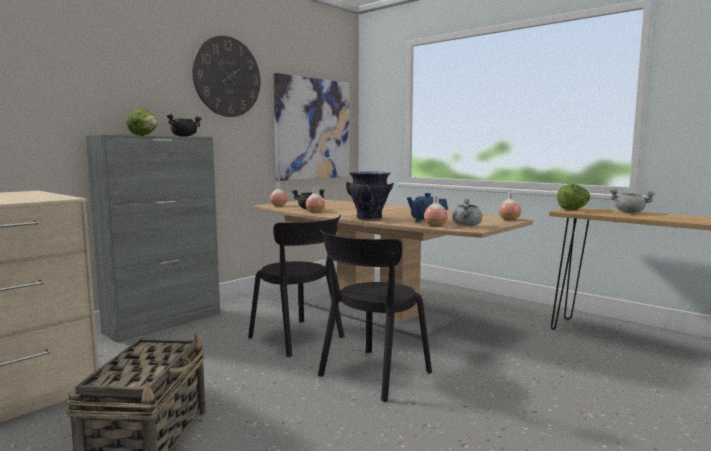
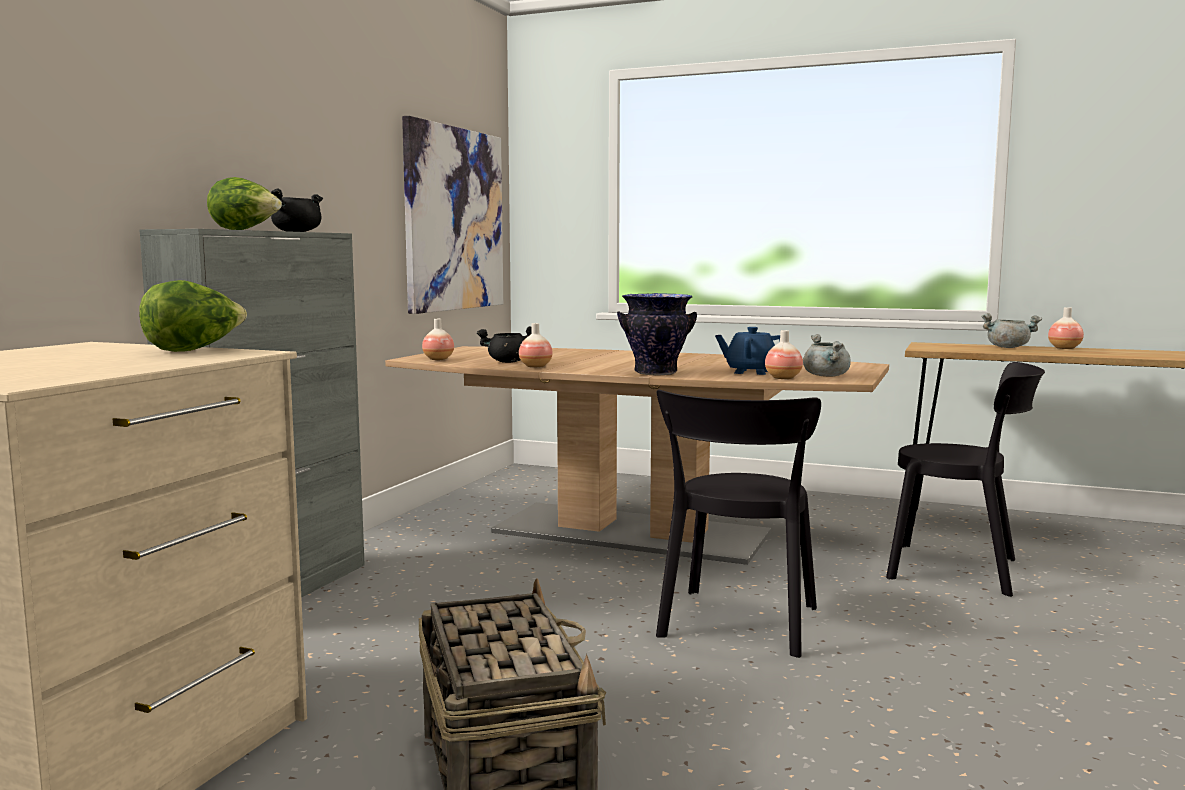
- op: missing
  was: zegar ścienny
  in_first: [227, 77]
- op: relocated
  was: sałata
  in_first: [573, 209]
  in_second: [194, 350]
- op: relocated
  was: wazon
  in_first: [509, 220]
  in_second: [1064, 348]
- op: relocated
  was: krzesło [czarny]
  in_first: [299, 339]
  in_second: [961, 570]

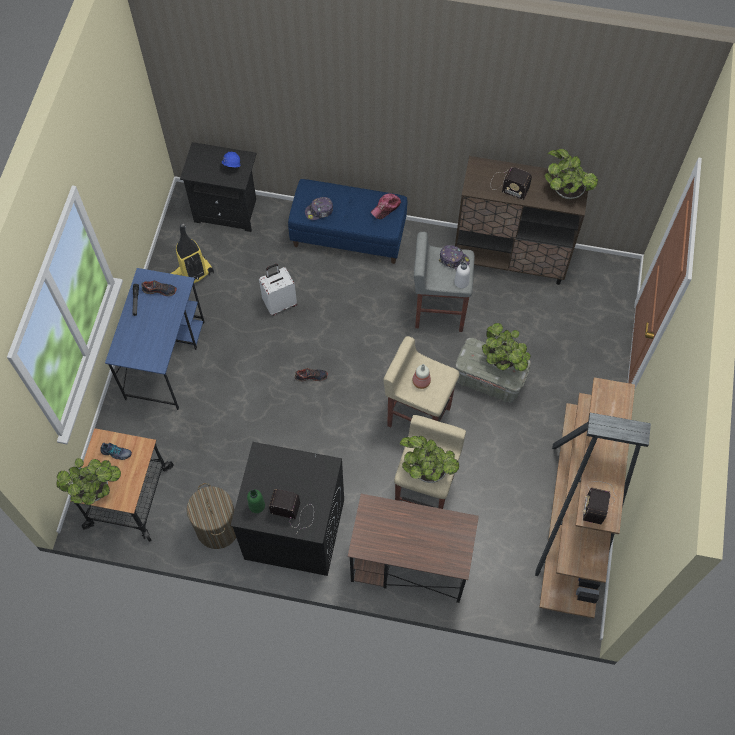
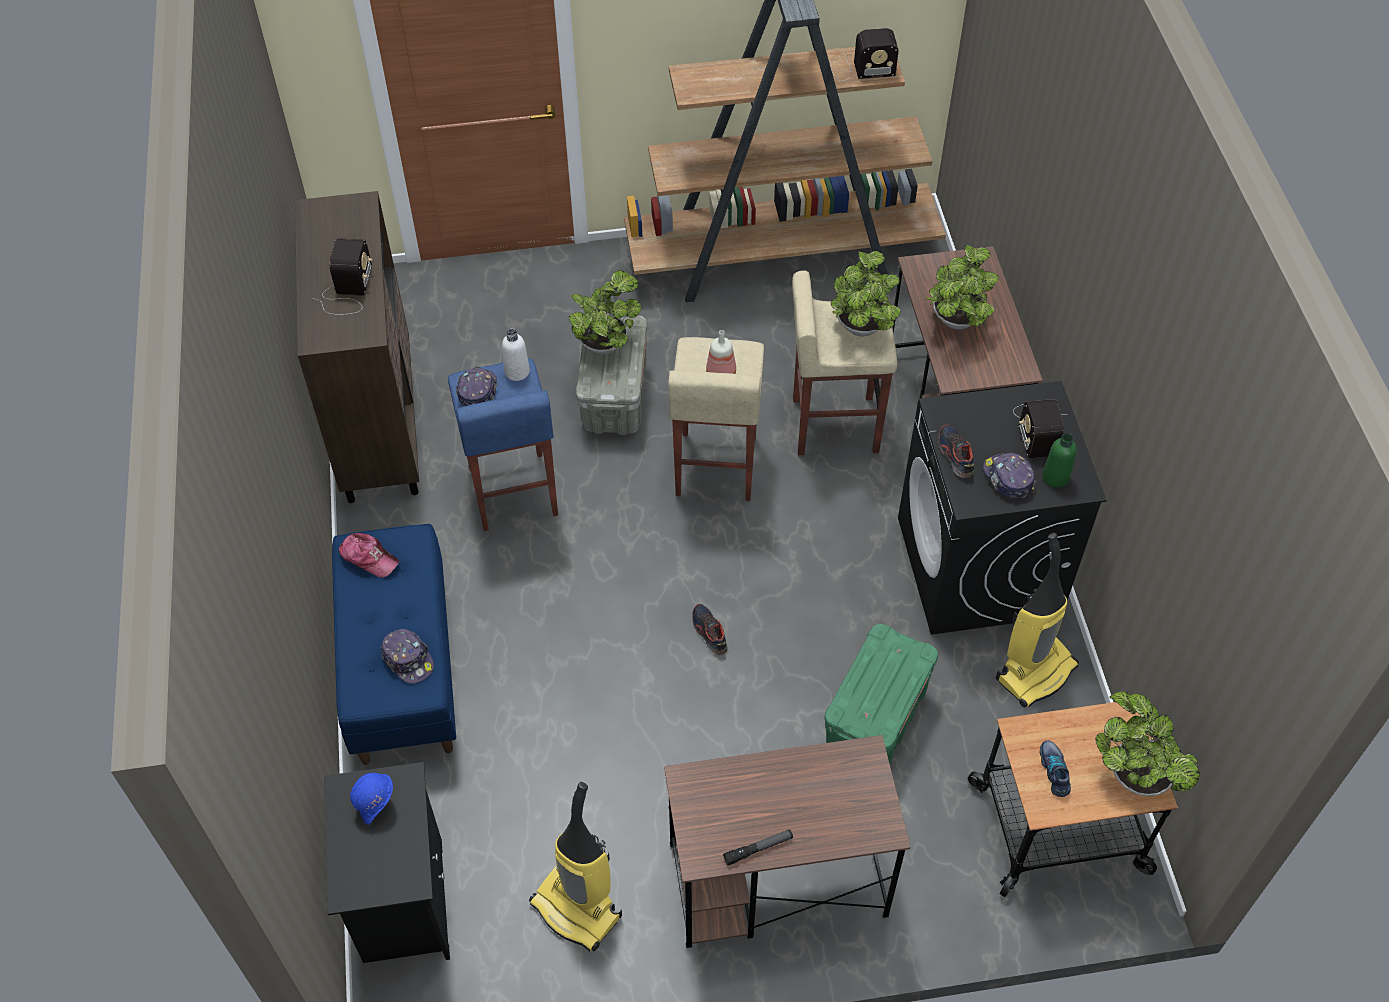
- op: relocated
  was: roślina doniczkowa
  in_first: [565, 190]
  in_second: [955, 323]
- op: colour
  was: stołek [szary]
  now: stołek [niebieski]
  in_first: [439, 310]
  in_second: [512, 492]
- op: missing
  was: walizka [biały]
  in_first: [280, 303]
- op: colour
  was: biurko [niebieski]
  now: biurko [brązowy]
  in_first: [165, 359]
  in_second: [775, 881]
- op: relocated
  was: but
  in_first: [160, 290]
  in_second: [955, 455]
- op: exchanged
  was: kosz na pranie
  now: odkurzacz
  in_first: [217, 528]
  in_second: [1035, 671]
- op: appeared
  now: czapka z daszkiem
  in_second: [1007, 478]
- op: appeared
  now: pojemnik do przechowywania [zielony]
  in_second: [875, 720]

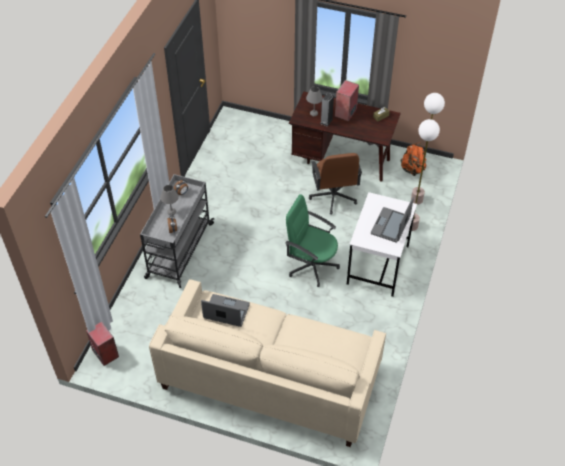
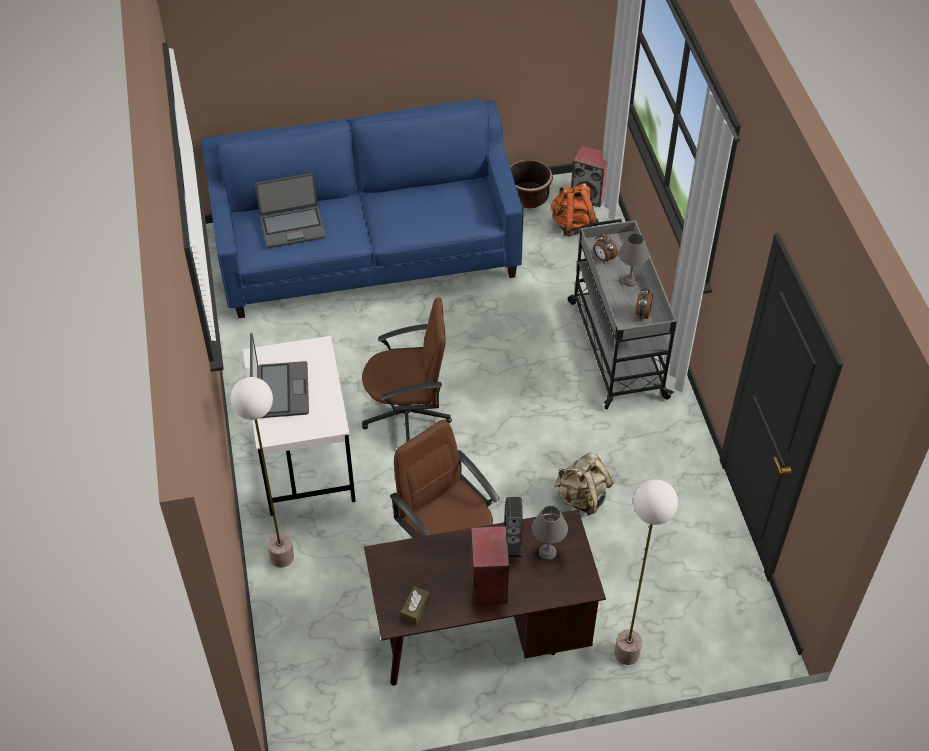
- op: relocated
  was: lampa stojąca
  in_first: [417, 200]
  in_second: [626, 653]
- op: relocated
  was: plecak [pomarańczowy]
  in_first: [412, 169]
  in_second: [572, 225]
- op: colour
  was: krzesło biurowe [zielony]
  now: krzesło biurowe [brązowy]
  in_first: [311, 265]
  in_second: [408, 414]
- op: colour
  was: kanapa [beżowy]
  now: kanapa [niebieski]
  in_first: [271, 378]
  in_second: [367, 253]
- op: relocated
  was: laptop
  in_first: [226, 312]
  in_second: [292, 227]
- op: appeared
  now: donica [brązowy]
  in_second: [528, 197]
- op: appeared
  now: plecak [beżowy]
  in_second: [582, 497]

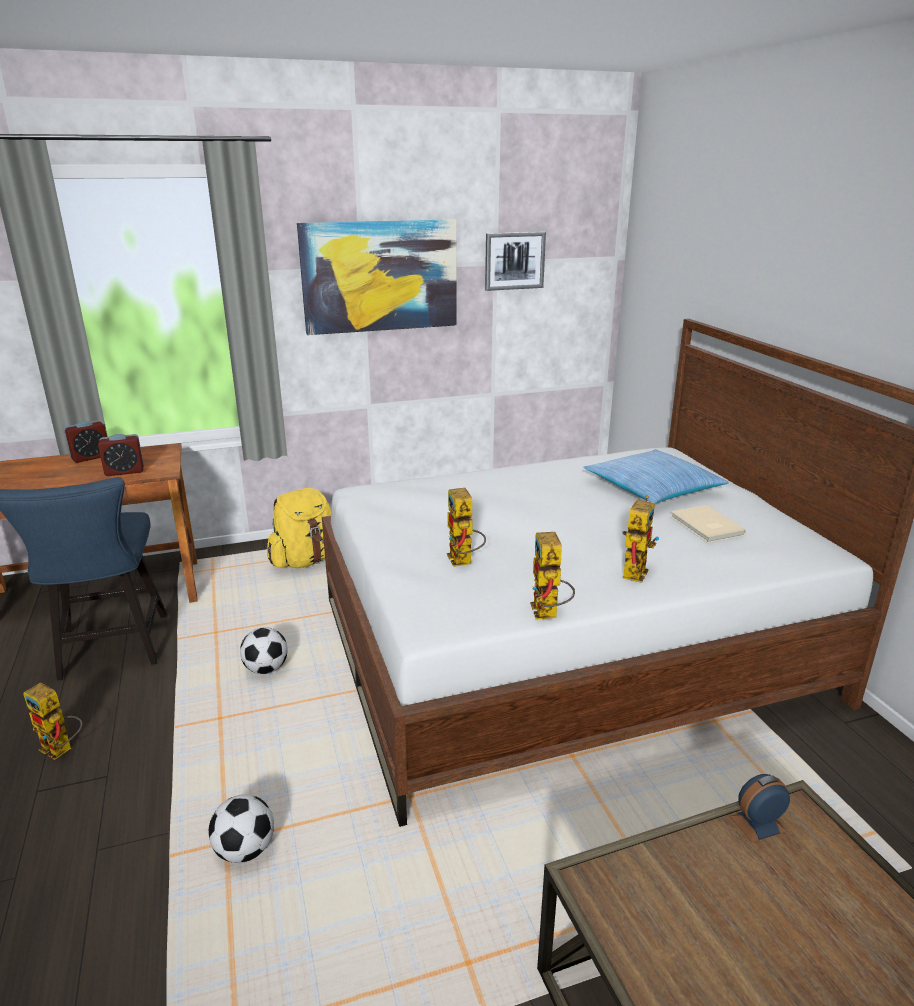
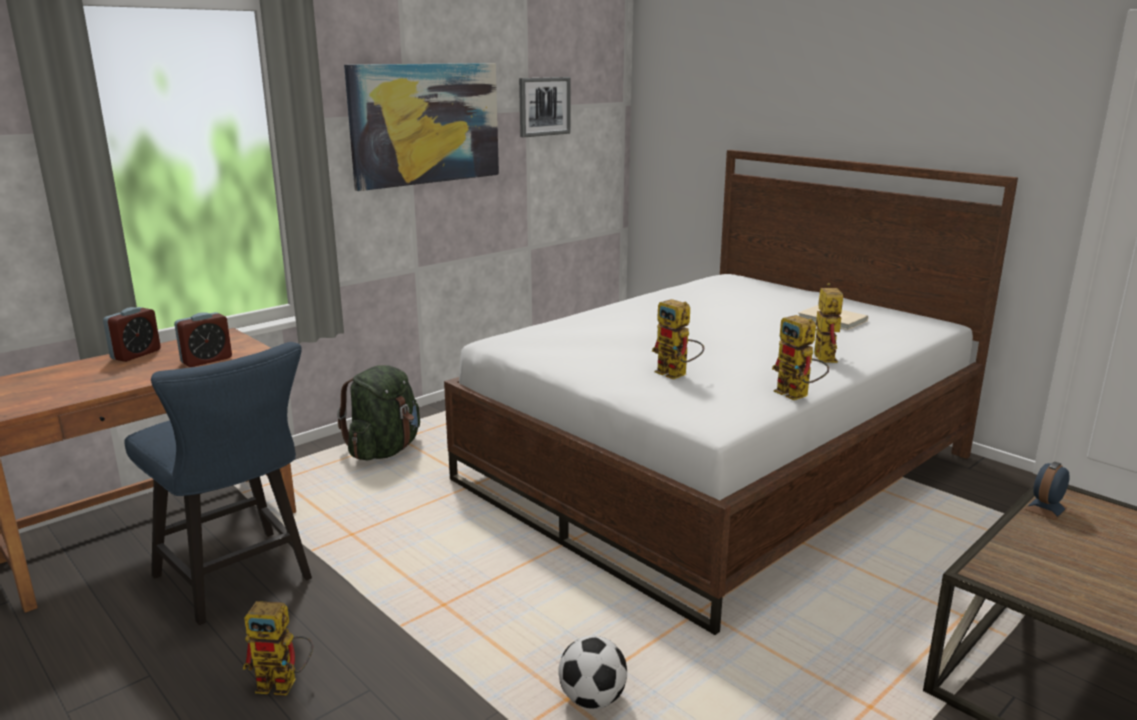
- op: missing
  was: poduszka
  in_first: [652, 488]
- op: colour
  was: plecak [żółty]
  now: plecak [zielony]
  in_first: [306, 560]
  in_second: [384, 450]
- op: missing
  was: piłka futbolowa
  in_first: [266, 669]

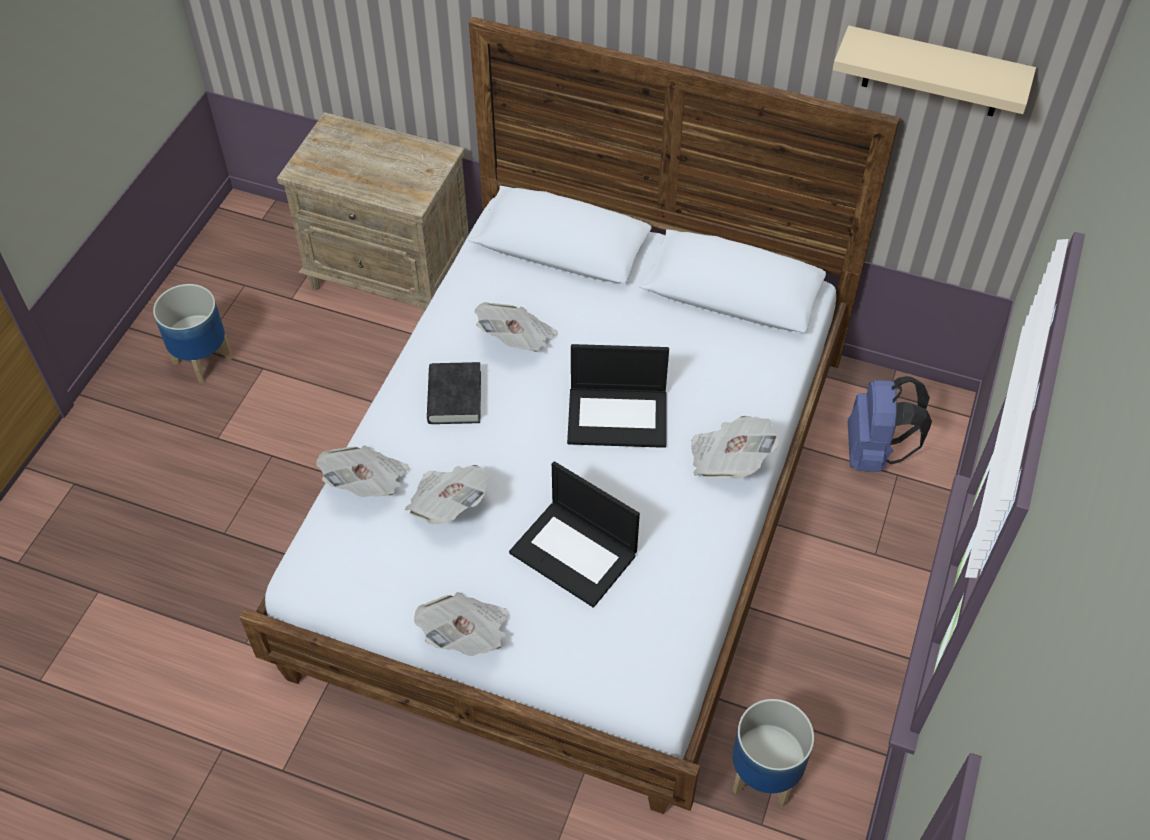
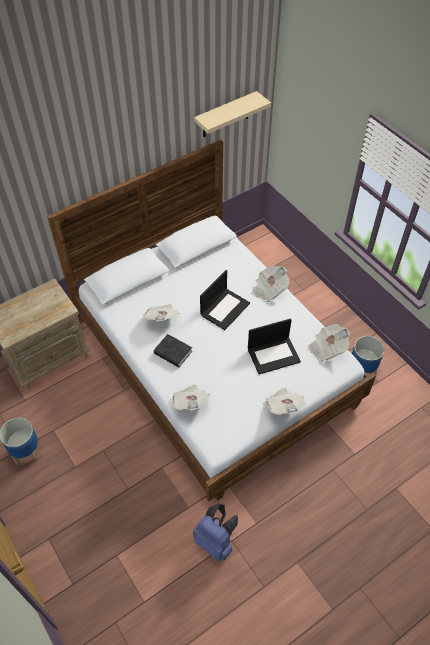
- op: relocated
  was: plecak [niebieski]
  in_first: [874, 452]
  in_second: [216, 541]
- op: relocated
  was: gazeta
  in_first: [448, 504]
  in_second: [327, 348]

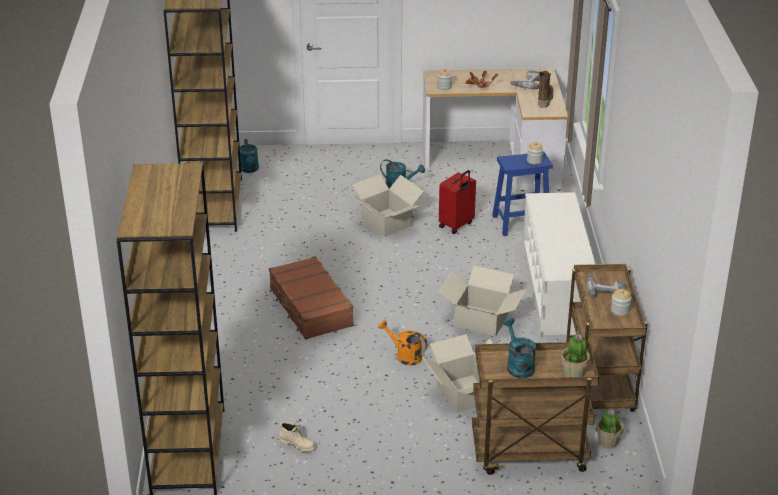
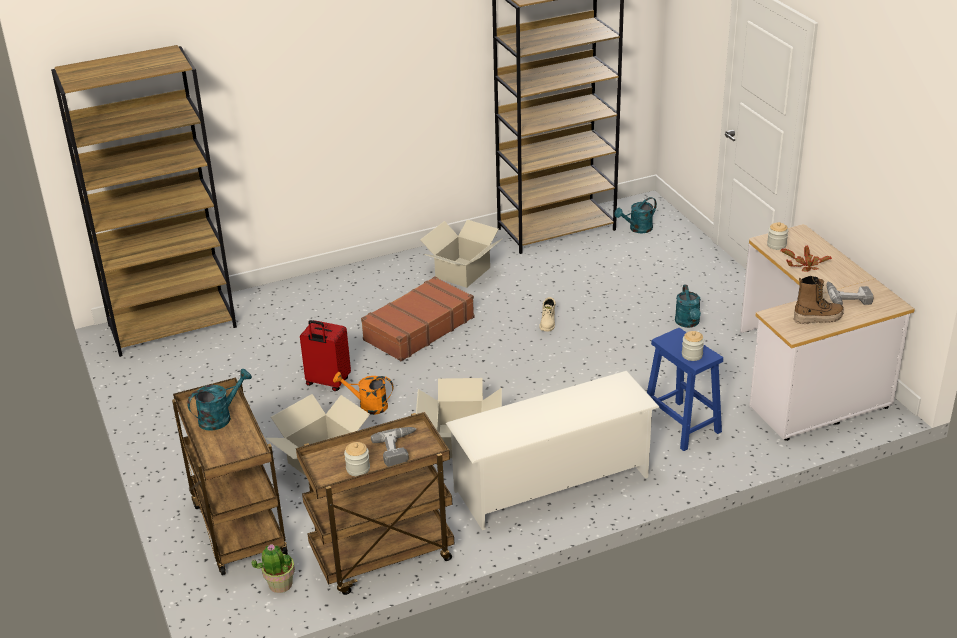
- op: relocated
  was: walizka [czerwony]
  in_first: [456, 225]
  in_second: [327, 382]
- op: relocated
  was: karton
  in_first: [386, 223]
  in_second: [462, 272]
- op: spun
  was: konewka [pomarańczowy]
  in_first: [404, 356]
  in_second: [368, 406]
  clockwise: -90
- op: missing
  was: roślina doniczkowa
  in_first: [574, 373]
- op: relocated
  was: but z cholewką [beżowy]
  in_first: [297, 444]
  in_second: [548, 323]

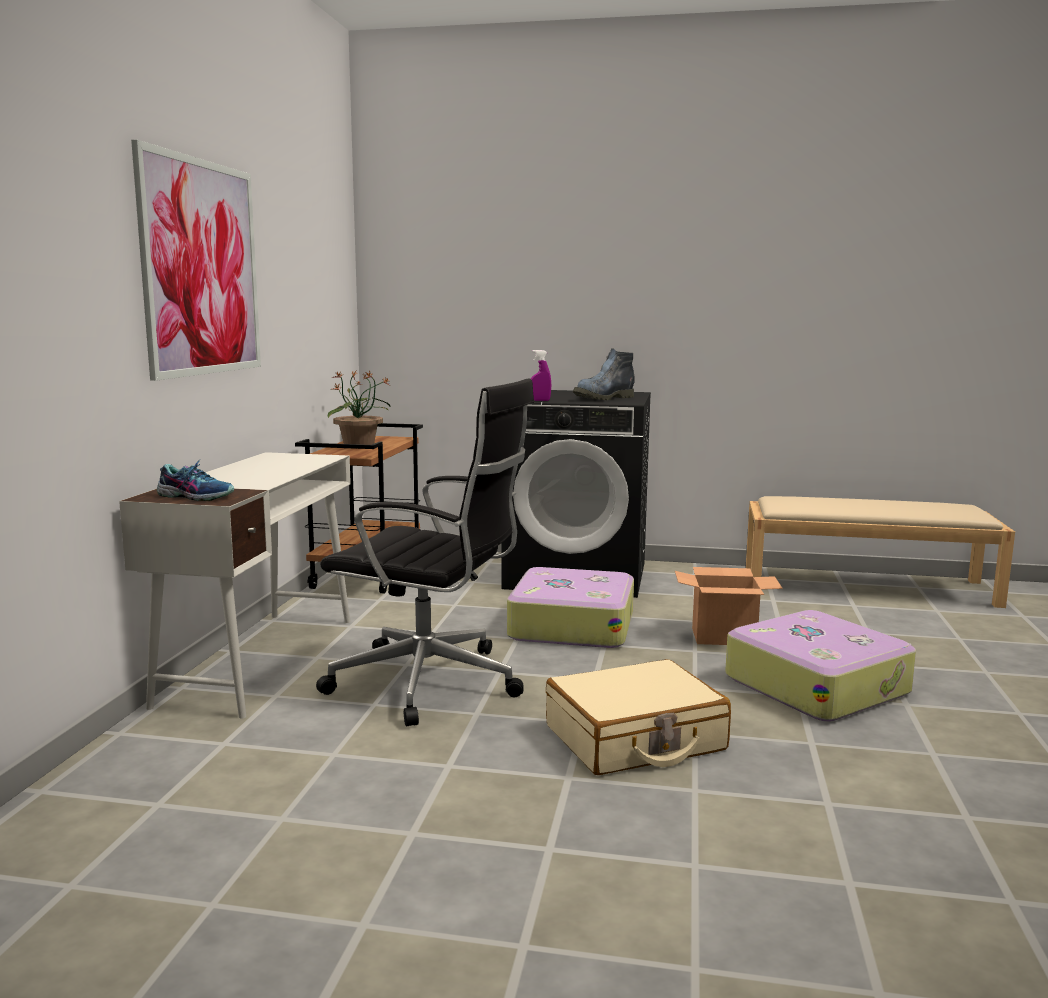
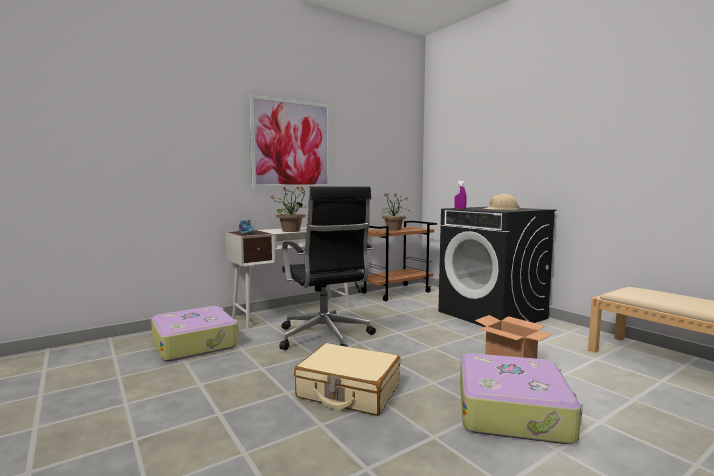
- op: exchanged
  was: but z cholewką
  now: kask [beżowy]
  in_first: [603, 398]
  in_second: [501, 209]
- op: relocated
  was: walizka
  in_first: [571, 625]
  in_second: [195, 343]
- op: appeared
  now: roślina doniczkowa
  in_second: [291, 231]

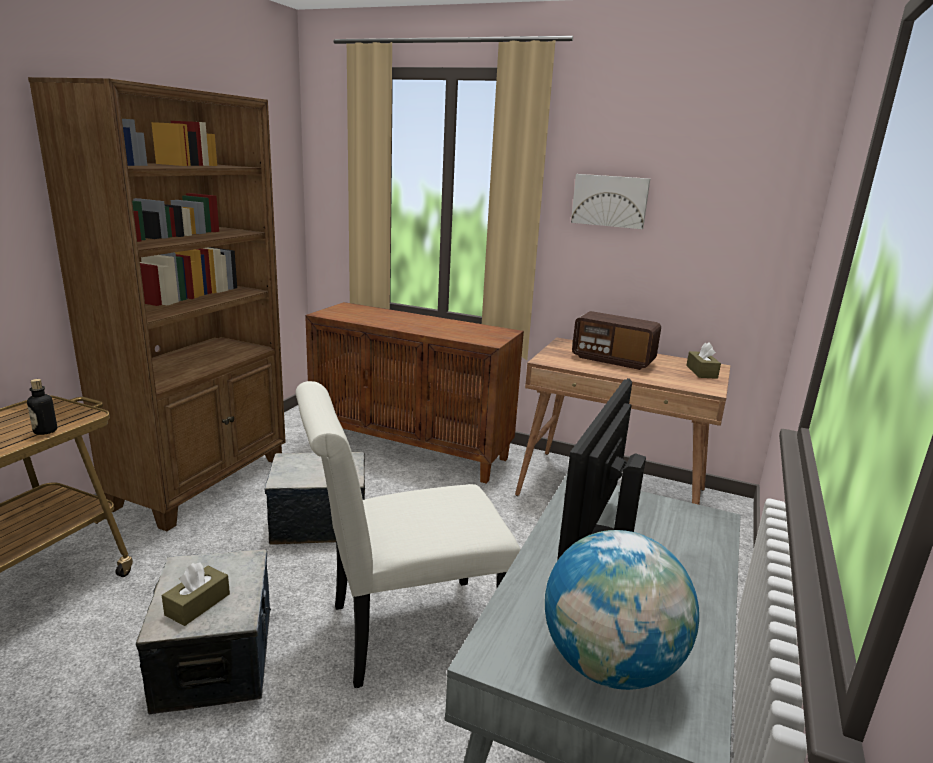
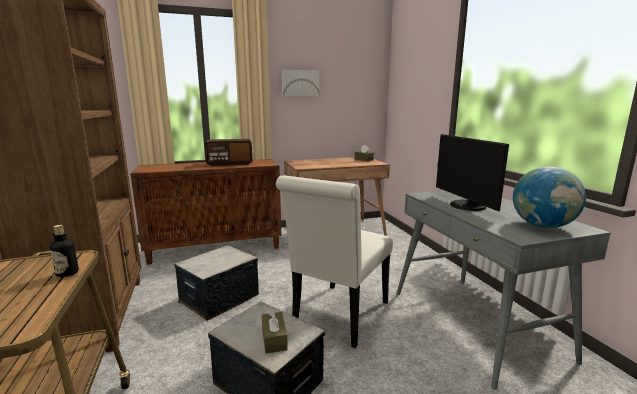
- op: relocated
  was: radio
  in_first: [613, 360]
  in_second: [230, 164]

